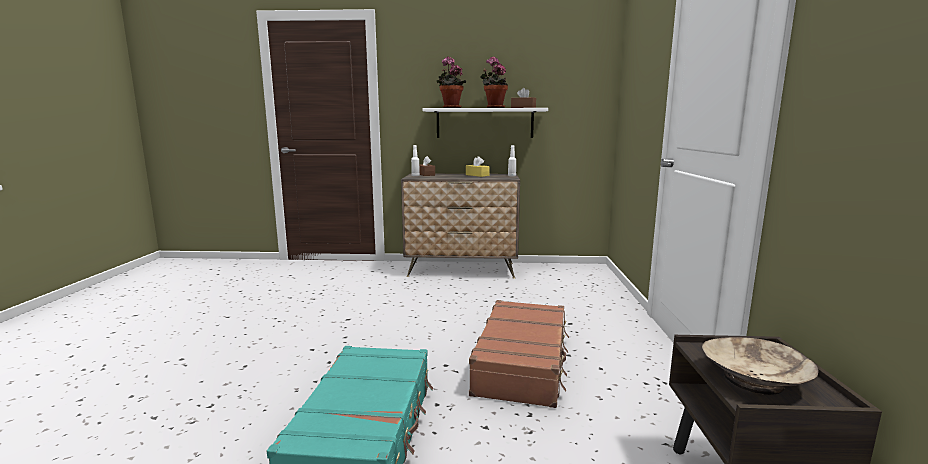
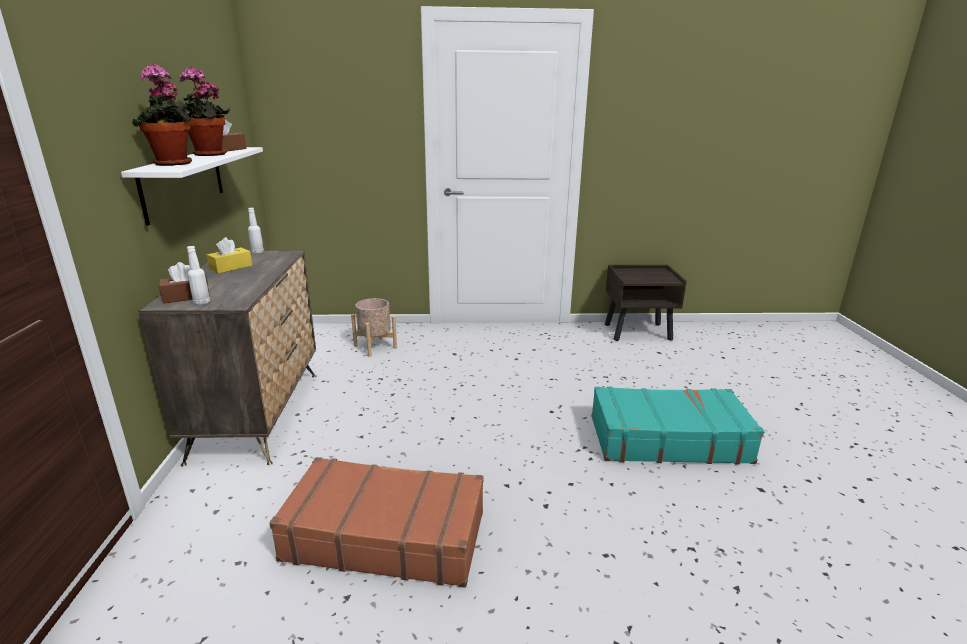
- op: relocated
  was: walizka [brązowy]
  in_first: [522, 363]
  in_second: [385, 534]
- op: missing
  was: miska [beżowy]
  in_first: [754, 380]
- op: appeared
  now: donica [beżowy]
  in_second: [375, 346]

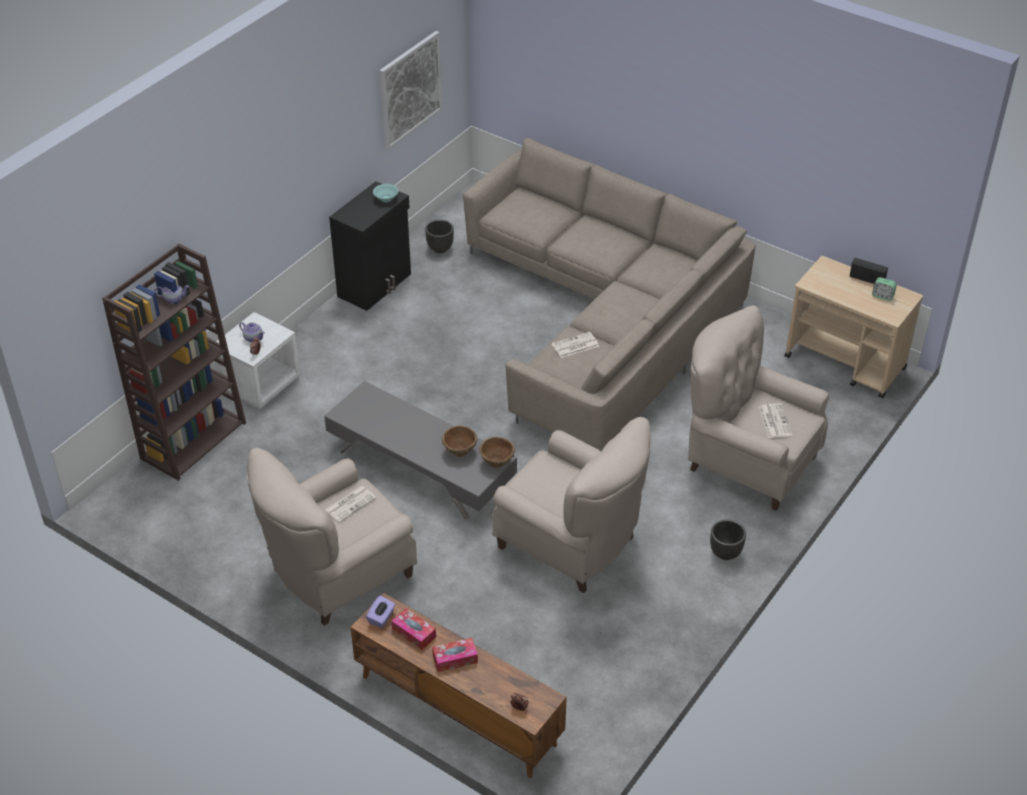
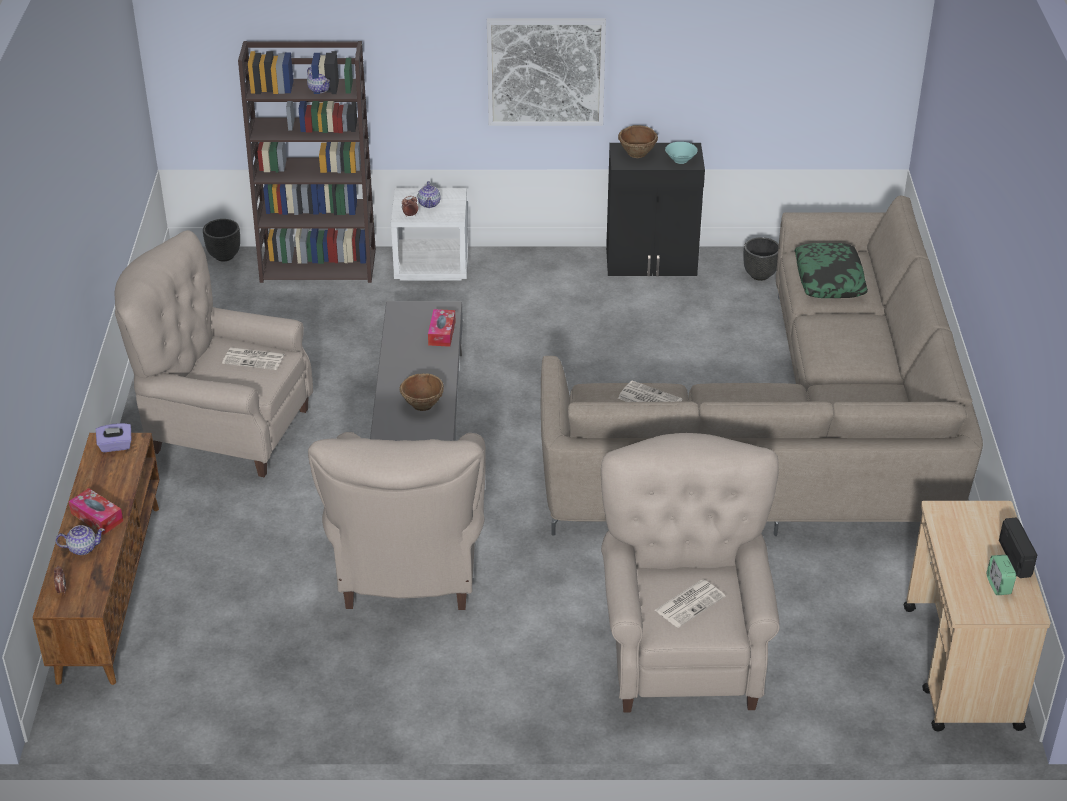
- op: relocated
  was: obraz
  in_first: [410, 89]
  in_second: [546, 71]
- op: relocated
  was: miska [brązowy]
  in_first: [497, 462]
  in_second: [637, 154]
- op: relocated
  was: donica [czarny]
  in_first: [725, 553]
  in_second: [224, 256]
- op: relocated
  was: pudełko chusteczek
  in_first: [414, 633]
  in_second: [442, 333]
- op: appeared
  now: poduszka
  in_second: [829, 279]
- op: appeared
  now: imbryk
  in_second: [82, 548]

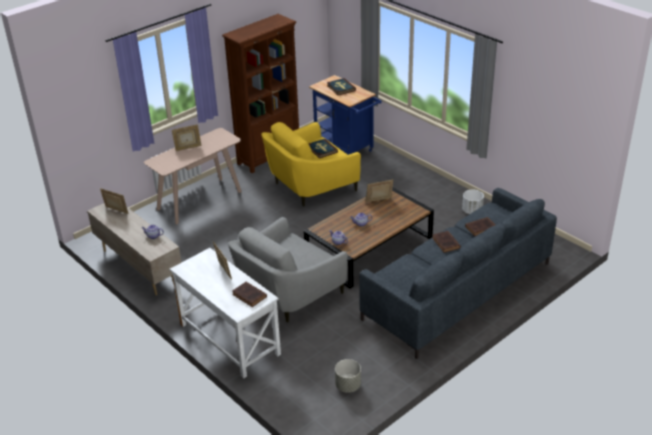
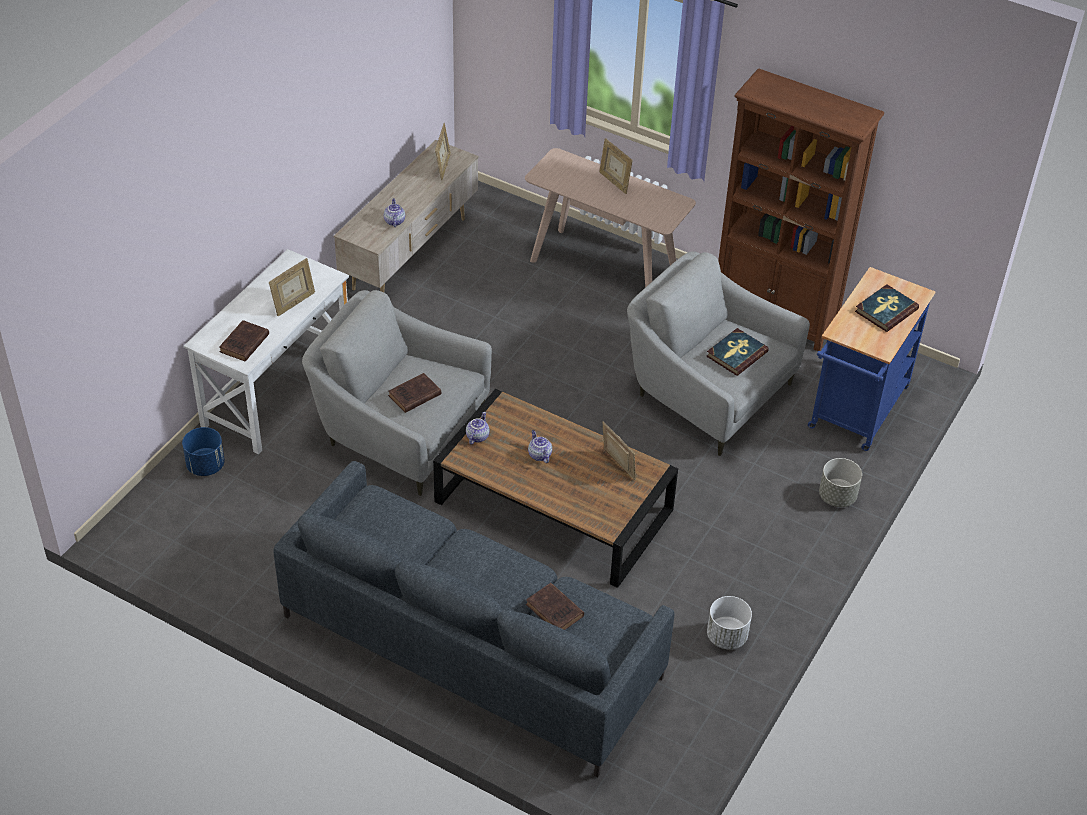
- op: colour
  was: fotel [żółty]
  now: fotel [szary]
  in_first: [311, 186]
  in_second: [706, 392]
- op: relocated
  was: książka [brązowy]
  in_first: [446, 243]
  in_second: [413, 396]
- op: relocated
  was: donica [szary]
  in_first: [348, 386]
  in_second: [837, 497]
- op: appeared
  now: donica [niebieski]
  in_second: [205, 465]

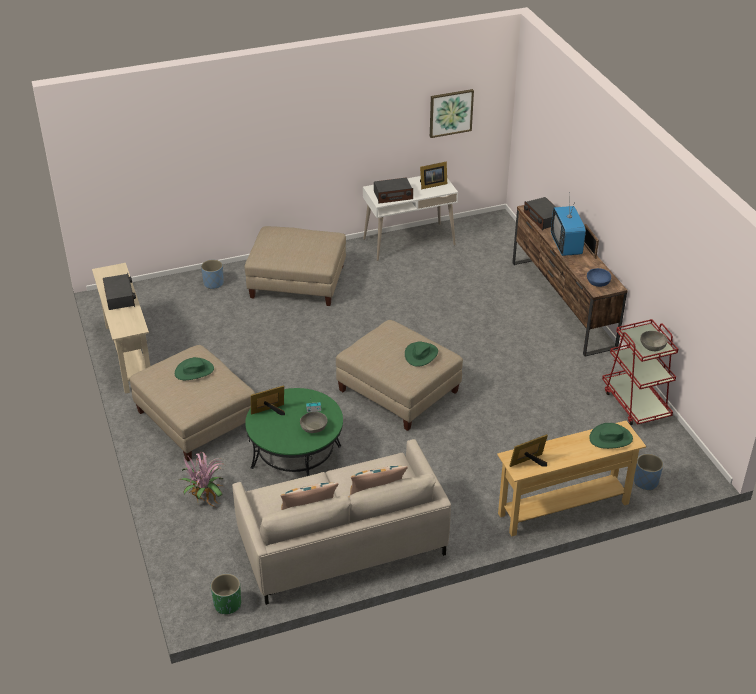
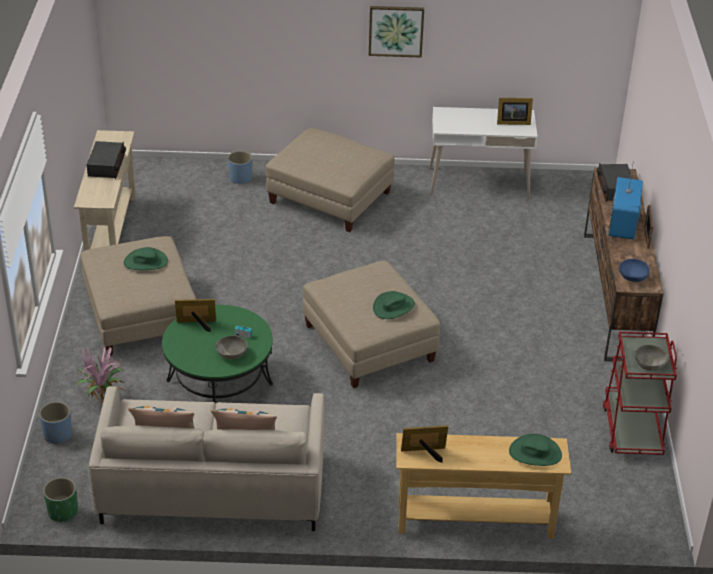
- op: relocated
  was: obraz
  in_first: [450, 112]
  in_second: [396, 30]
- op: missing
  was: radio
  in_first: [393, 195]
- op: relocated
  was: donica [niebieski]
  in_first: [646, 482]
  in_second: [58, 434]

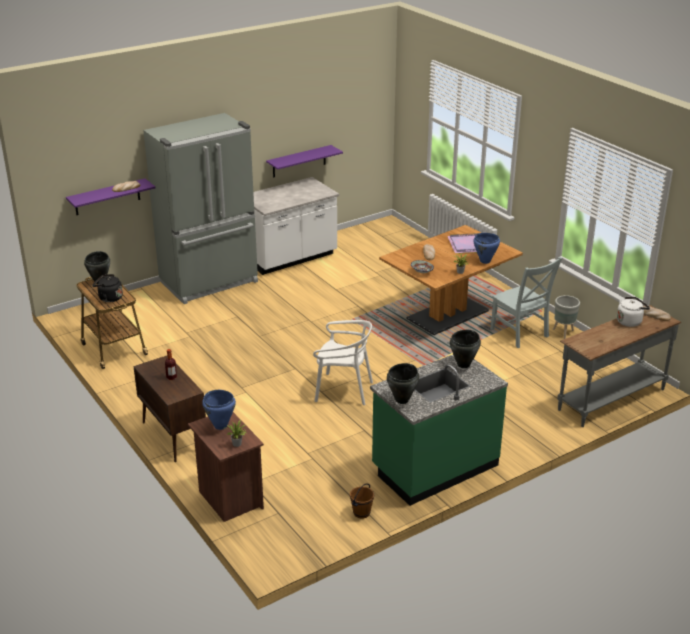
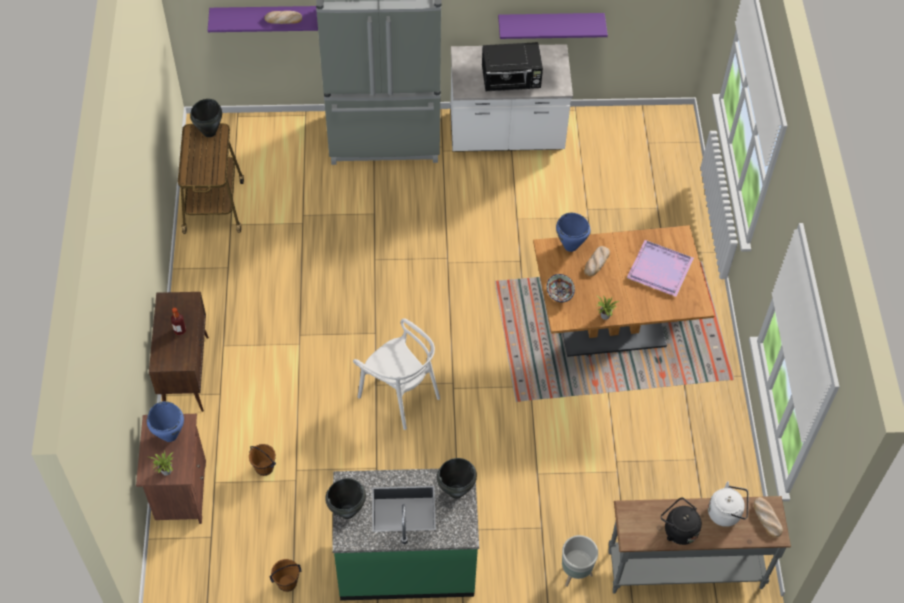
- op: relocated
  was: garnek [niebieski]
  in_first: [485, 261]
  in_second: [570, 246]
- op: missing
  was: krzesło [szary]
  in_first: [520, 334]
- op: relocated
  was: czajnik [czarny]
  in_first: [109, 298]
  in_second: [678, 529]
- op: relocated
  was: donica [szary]
  in_first: [564, 333]
  in_second: [575, 574]
- op: appeared
  now: mikrofalówka [czarny]
  in_second: [511, 81]
- op: appeared
  now: wiadro [brązowy]
  in_second: [264, 468]

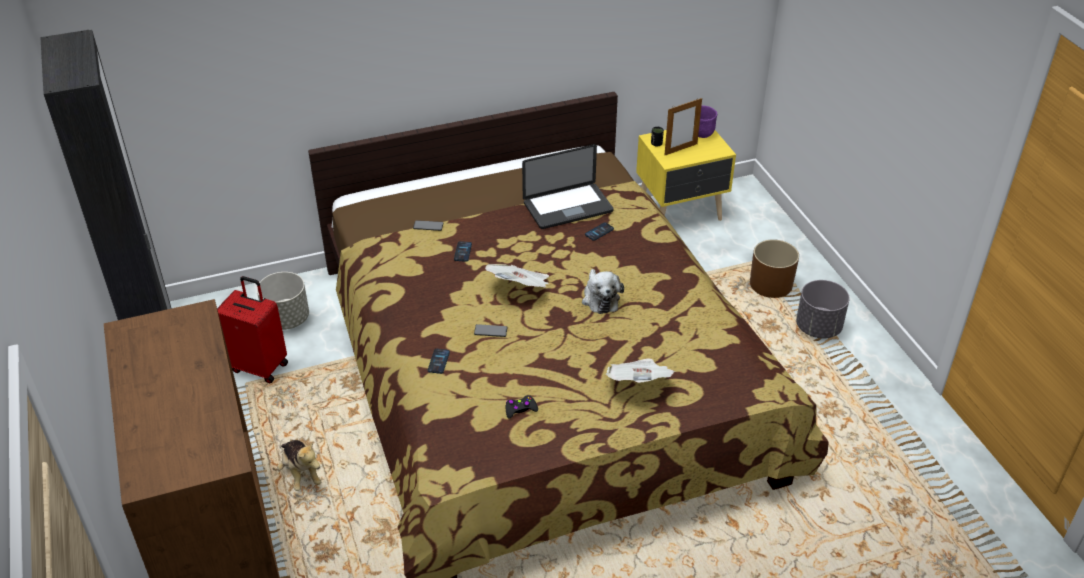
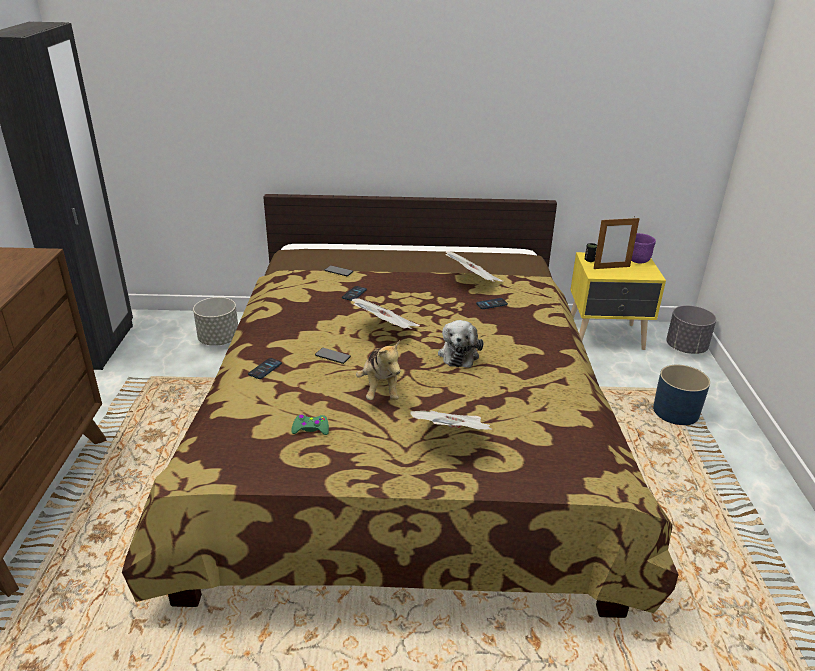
- op: exchanged
  was: laptop
  now: gazeta
  in_first: [568, 207]
  in_second: [473, 282]
- op: colour
  was: donica [brązowy]
  now: donica [niebieski]
  in_first: [771, 284]
  in_second: [676, 412]
- op: missing
  was: walizka [czerwony]
  in_first: [260, 366]
- op: relocated
  was: donica [szary]
  in_first: [818, 328]
  in_second: [685, 348]
- op: colour
  was: pad do gier [czarny]
  now: pad do gier [zielony]
  in_first: [520, 409]
  in_second: [311, 429]
- op: relocated
  was: pluszak
  in_first: [301, 473]
  in_second: [380, 389]

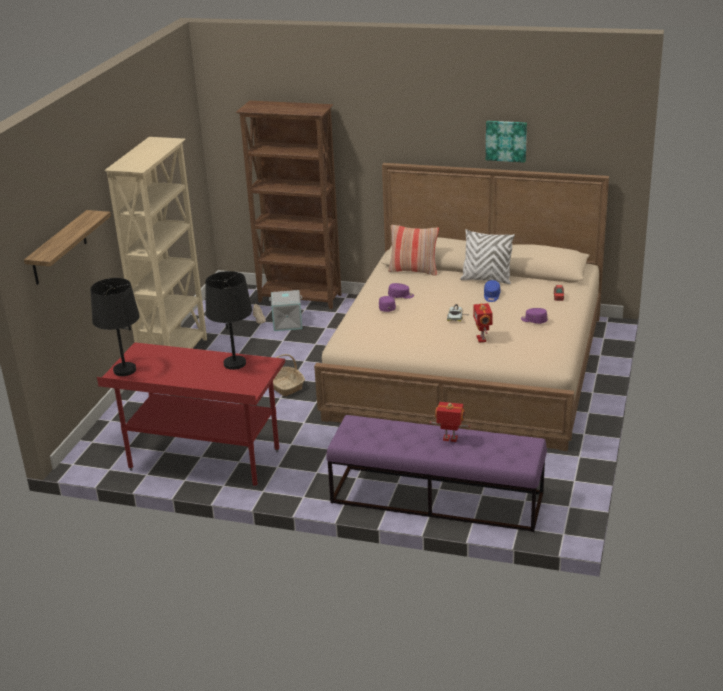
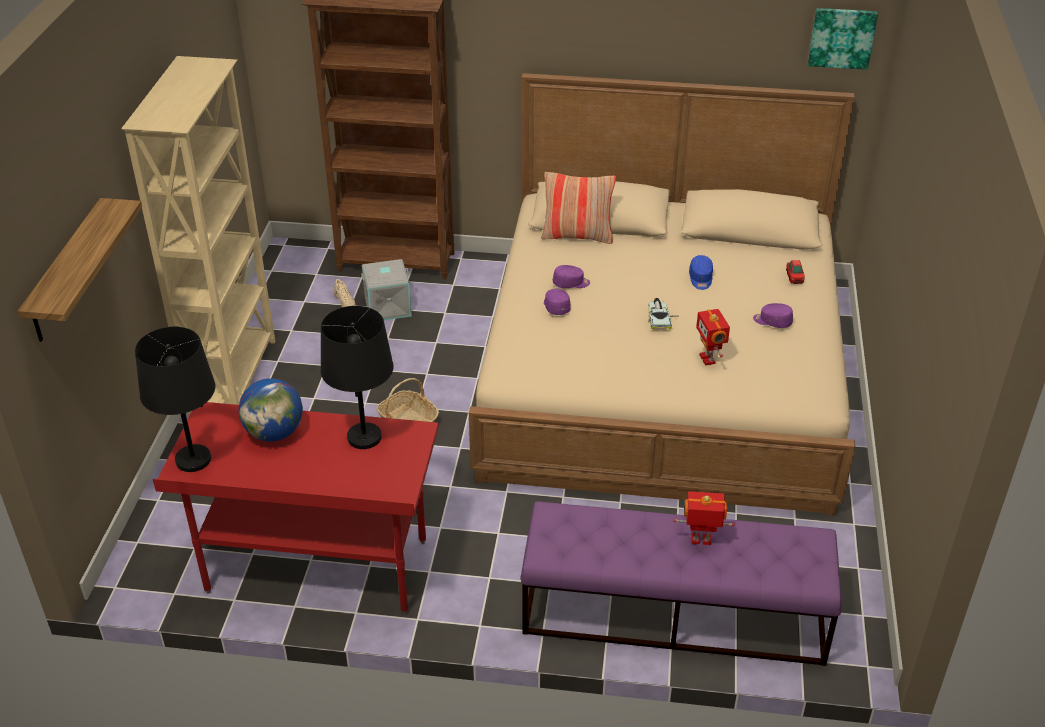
- op: relocated
  was: obraz
  in_first: [506, 140]
  in_second: [842, 37]
- op: missing
  was: poduszka [biały]
  in_first: [486, 279]
- op: appeared
  now: globus
  in_second: [275, 433]

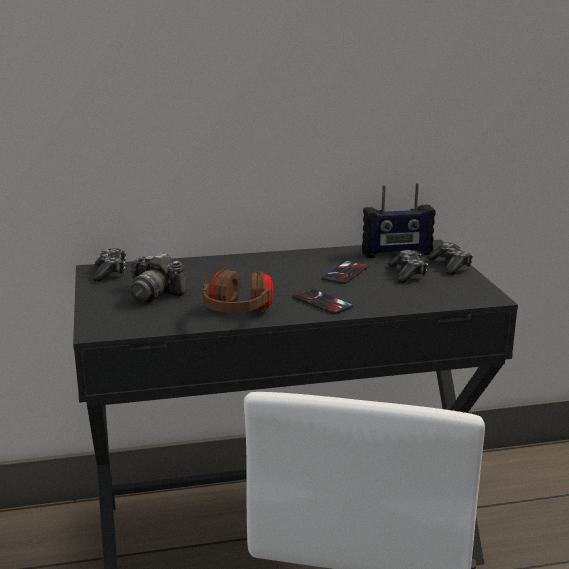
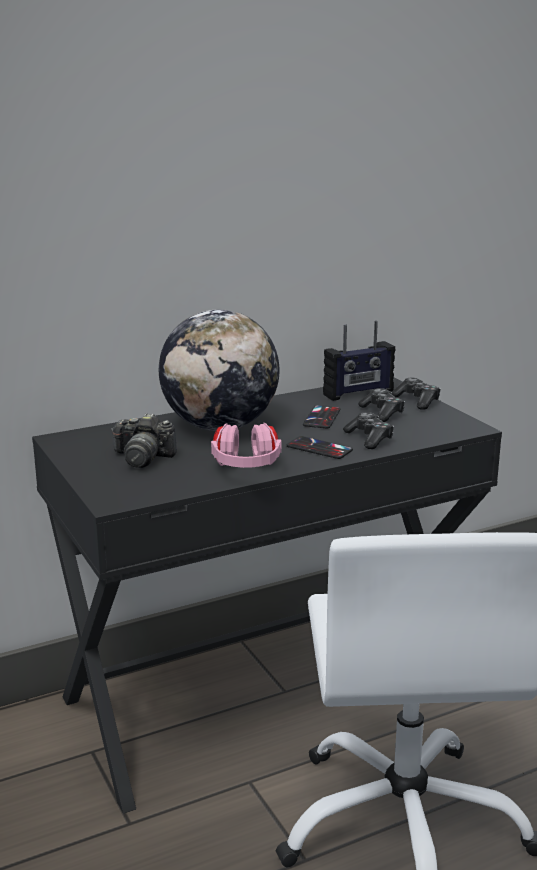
- op: relocated
  was: pad do gier
  in_first: [110, 272]
  in_second: [369, 438]
- op: colour
  was: słuchawki [brązowy]
  now: słuchawki [różowy]
  in_first: [238, 316]
  in_second: [246, 471]
- op: appeared
  now: globus
  in_second: [220, 426]

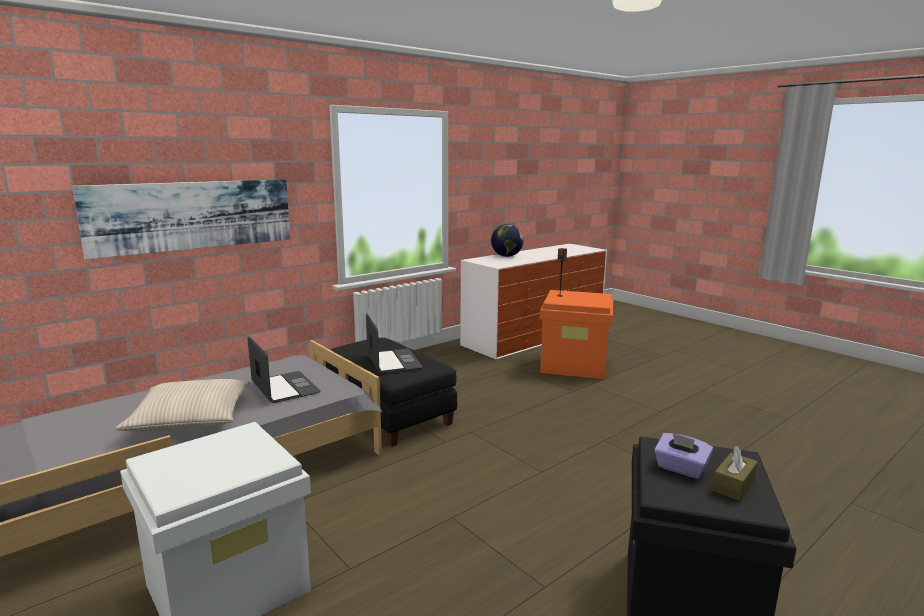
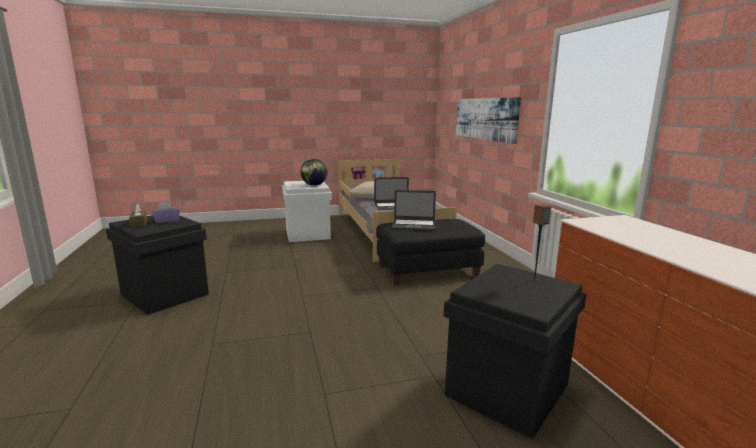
- op: relocated
  was: globus
  in_first: [507, 256]
  in_second: [314, 185]
- op: colour
  was: pojemnik do przechowywania [pomarańczowy]
  now: pojemnik do przechowywania [czarny]
  in_first: [575, 365]
  in_second: [507, 391]

